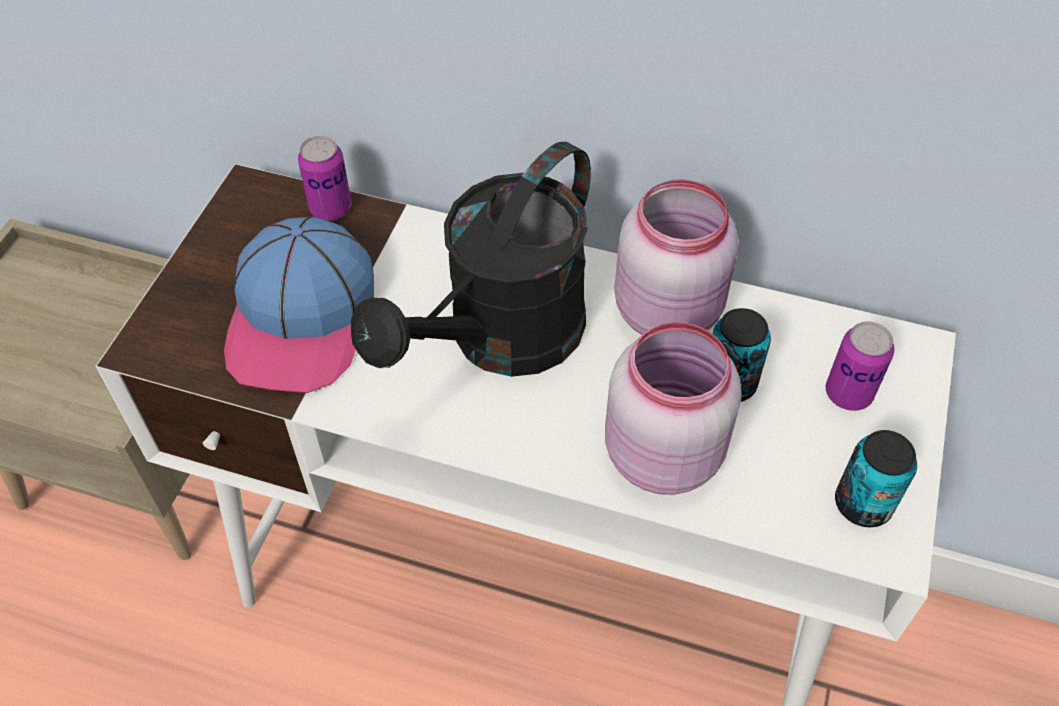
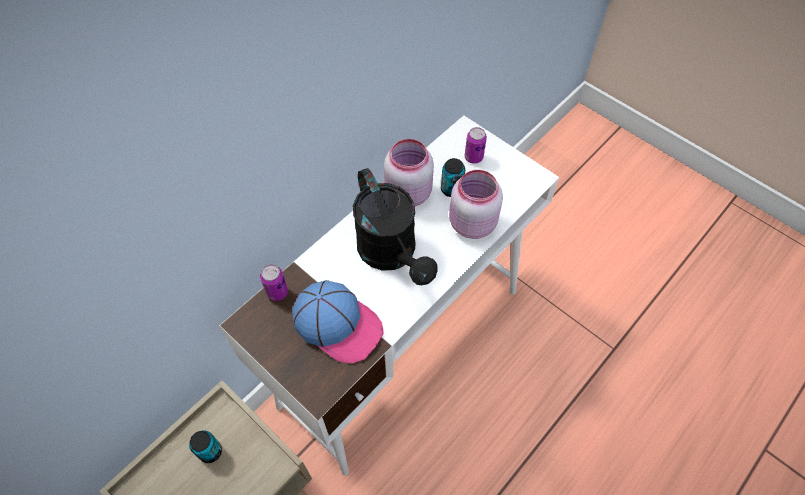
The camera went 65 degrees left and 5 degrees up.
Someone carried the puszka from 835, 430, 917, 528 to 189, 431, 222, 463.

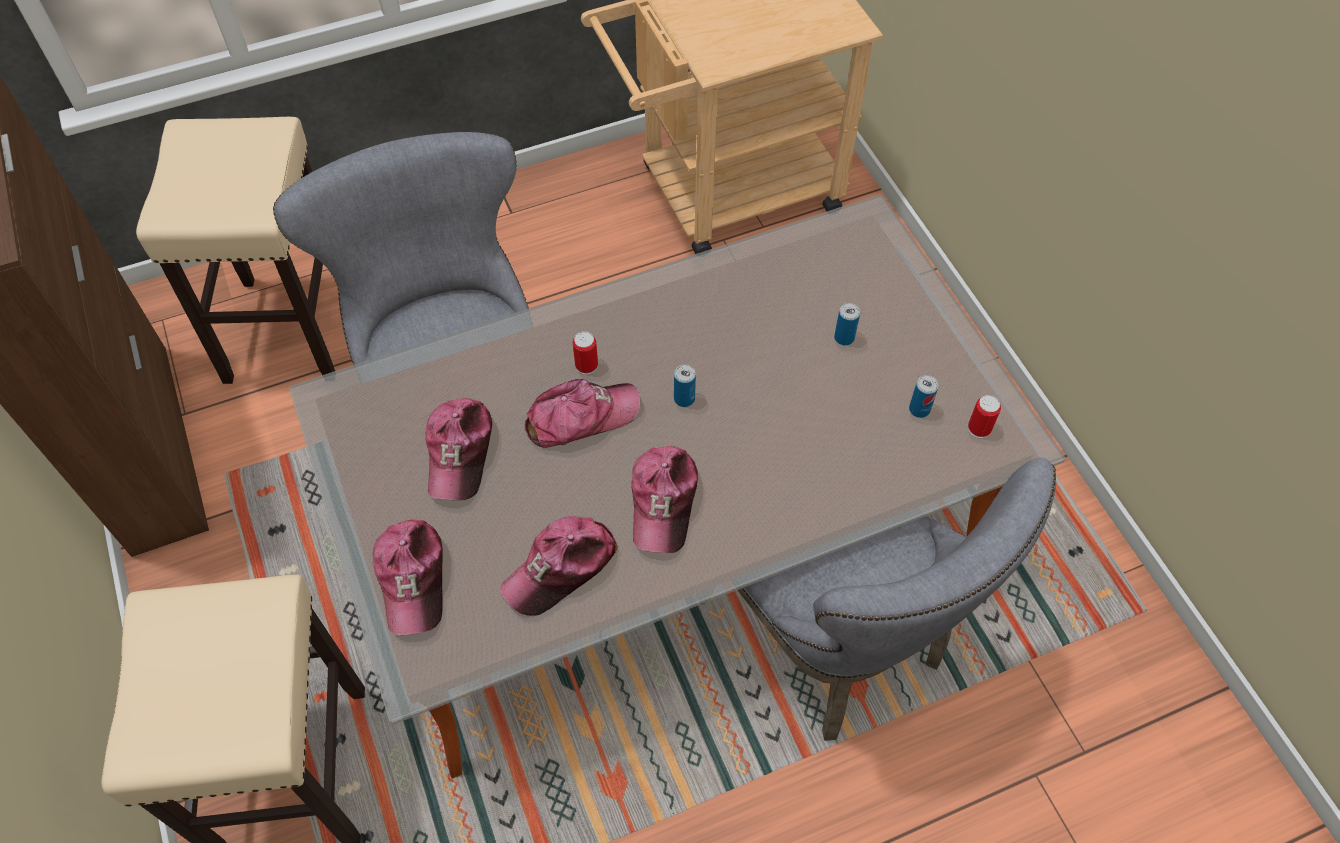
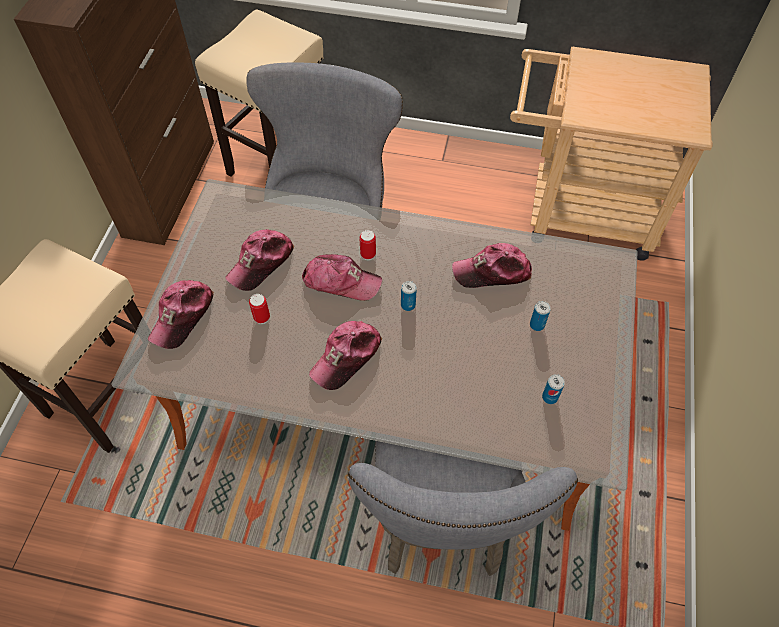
The camera went 35 degrees right and 0 degrees up.
Someone carried the czapka z daszkiem from 500, 516, 618, 616 to 452, 243, 532, 288.
Someone carried the puszka from 968, 395, 1001, 438 to 249, 294, 270, 324.

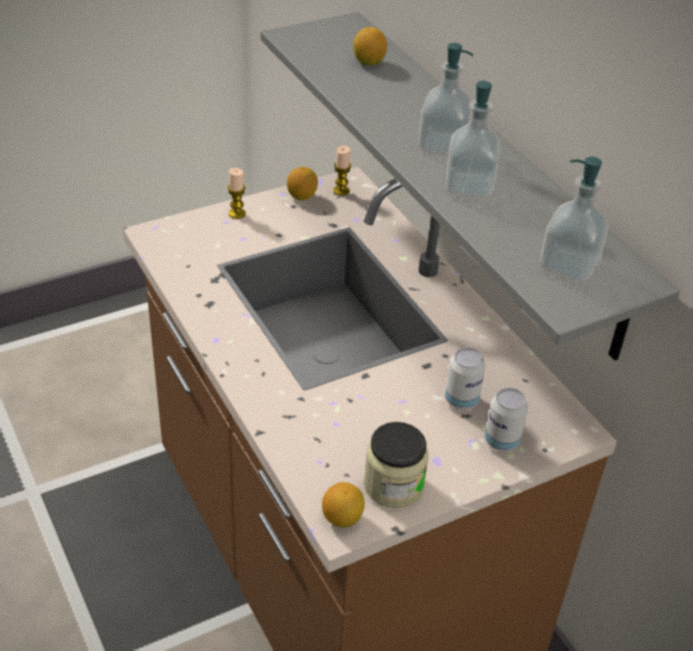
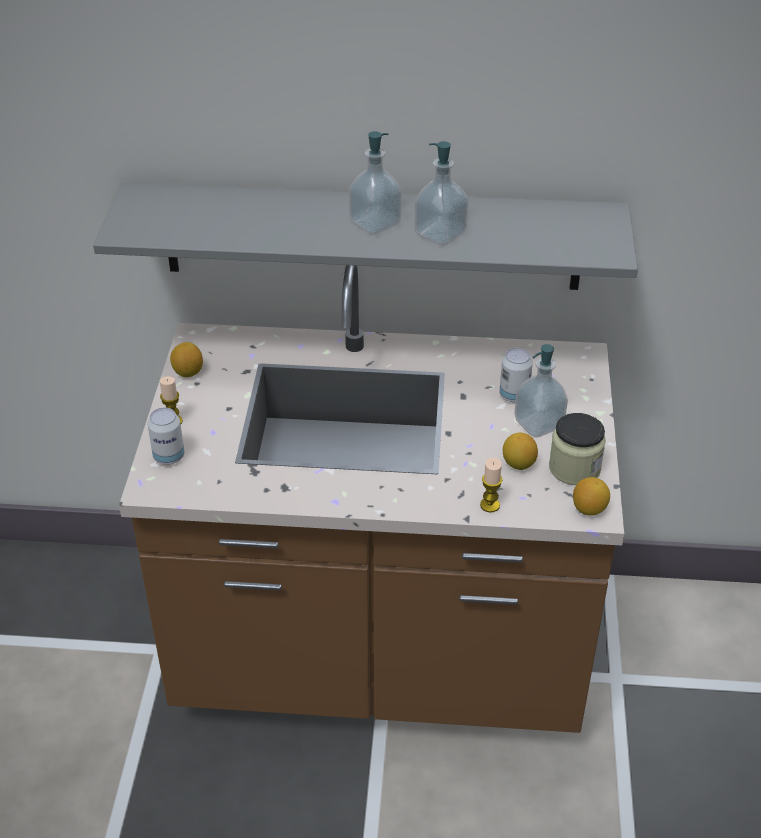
The camera went 55 degrees left and 0 degrees up.
Someone carried the świeca from 333, 146, 351, 196 to 480, 458, 502, 512.
Someone carried the cytryna from 353, 27, 387, 66 to 503, 433, 538, 470.
Someone carried the puszka from 485, 388, 528, 452 to 148, 408, 185, 465.
Someone carried the dozownik mydła from 540, 157, 609, 282 to 514, 344, 568, 437.

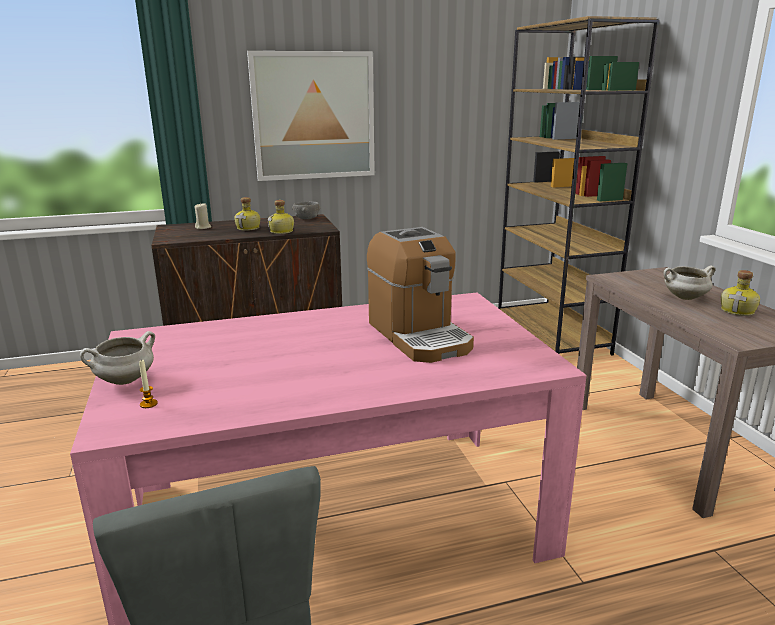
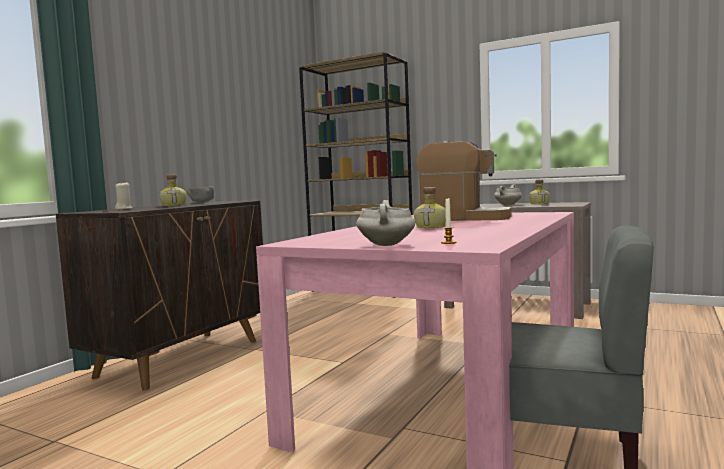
The camera went 45 degrees left and 15 degrees down.
Someone took away the obraz at 247, 51, 375, 181.
Someone carried the butelka from 268, 200, 294, 234 to 414, 187, 446, 228.

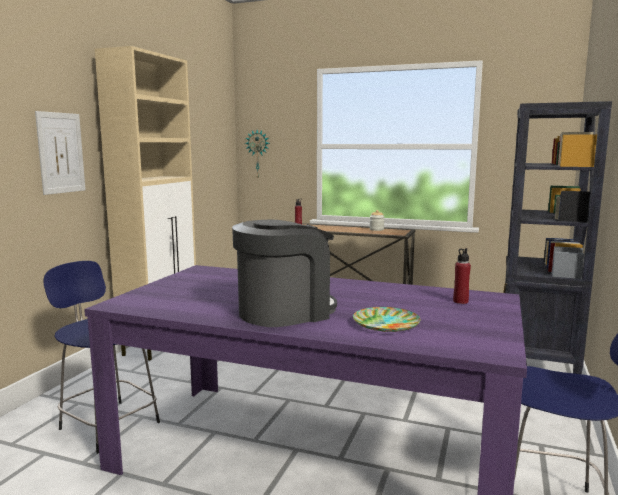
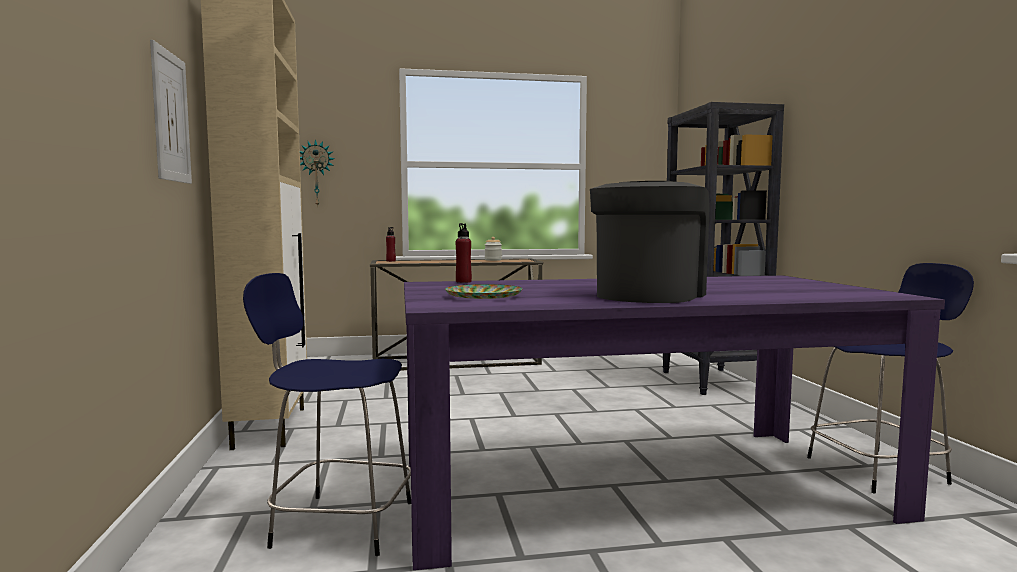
The camera went 30 degrees left and 5 degrees down.
Someone carried the talerz from 353, 307, 421, 332 to 445, 284, 522, 299.
Someone carried the butelka [czerwony] from 453, 248, 471, 304 to 455, 223, 472, 283.

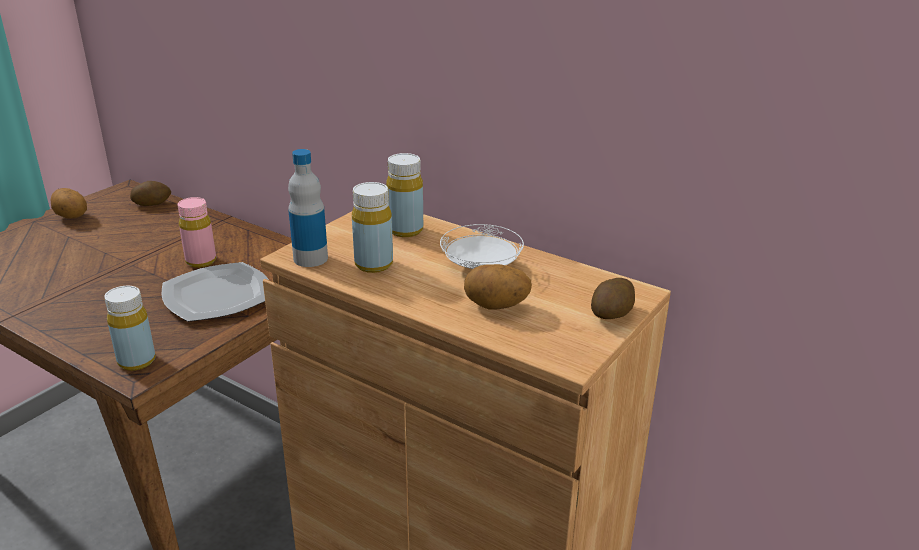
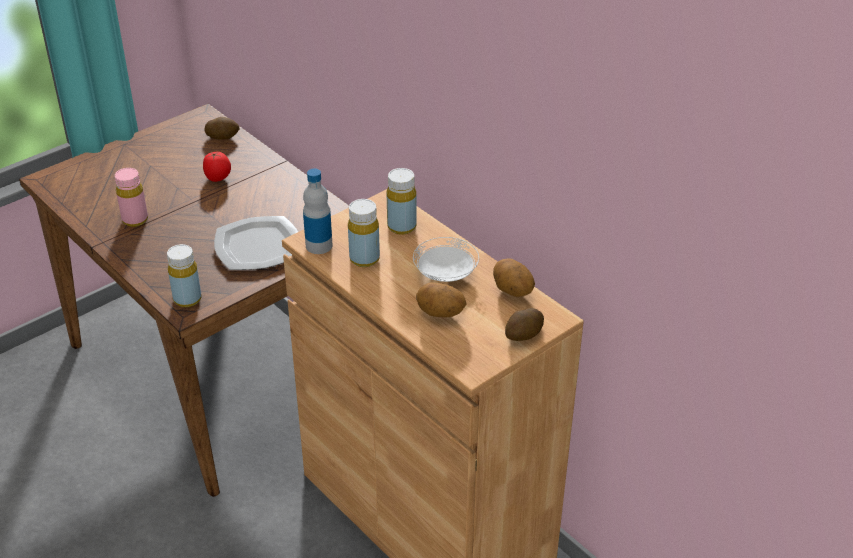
The camera went 15 degrees right and 10 degrees up.
Someone put down the pomidor at 203, 152, 231, 182.
Someone carried the ziemniak from 50, 188, 87, 219 to 493, 258, 535, 297.
Someone carried the butelka [różowy] from 177, 197, 216, 268 to 115, 168, 148, 227.

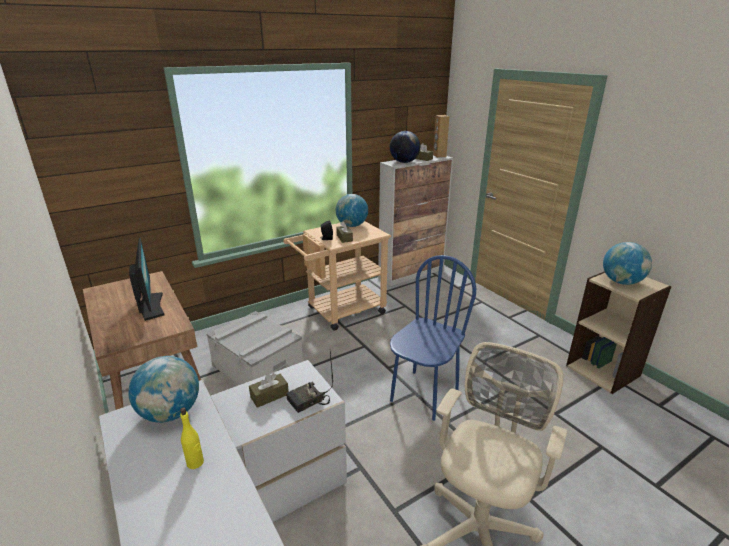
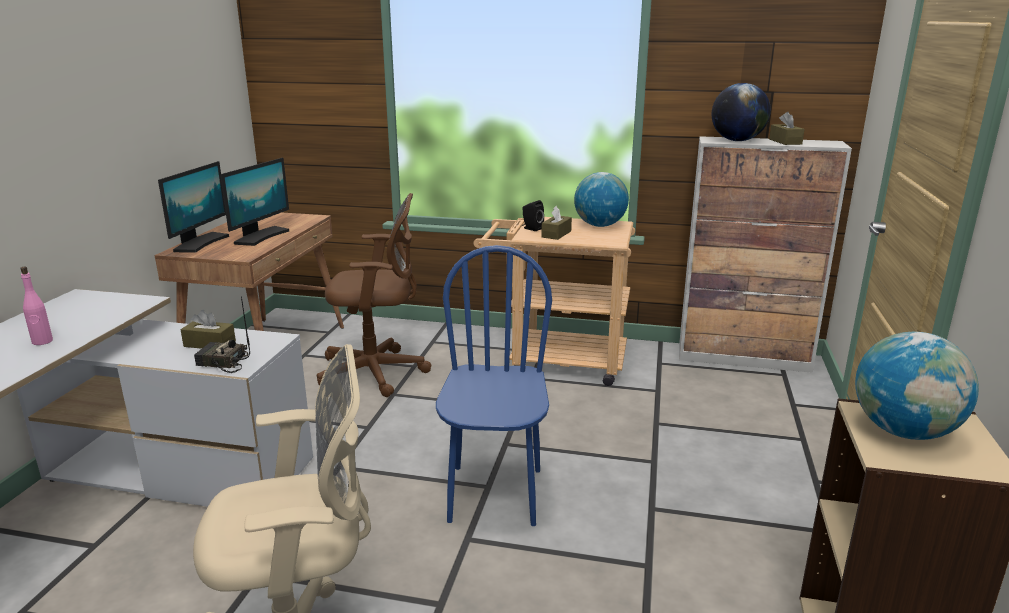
The camera went 45 degrees right and 5 degrees down.
Someone took away the globus at 128, 356, 199, 423.
Someone took away the głośnik [brązowy] at 433, 115, 449, 158.
Someone put down the monitor at 158, 161, 229, 253.
Someone swapped the pojemnik do przechowywania [szary] at 207, 311, 303, 385 for the krzesło biurowe [brązowy] at 317, 193, 431, 397.
Someone repainted the butelka [żółty] at 180, 407, 204, 469, which became the butelka [różowy] at 20, 267, 53, 345.
Someone rotated the krzesło [niebieski] at 390, 255, 476, 421 by 75 degrees counterclockwise.

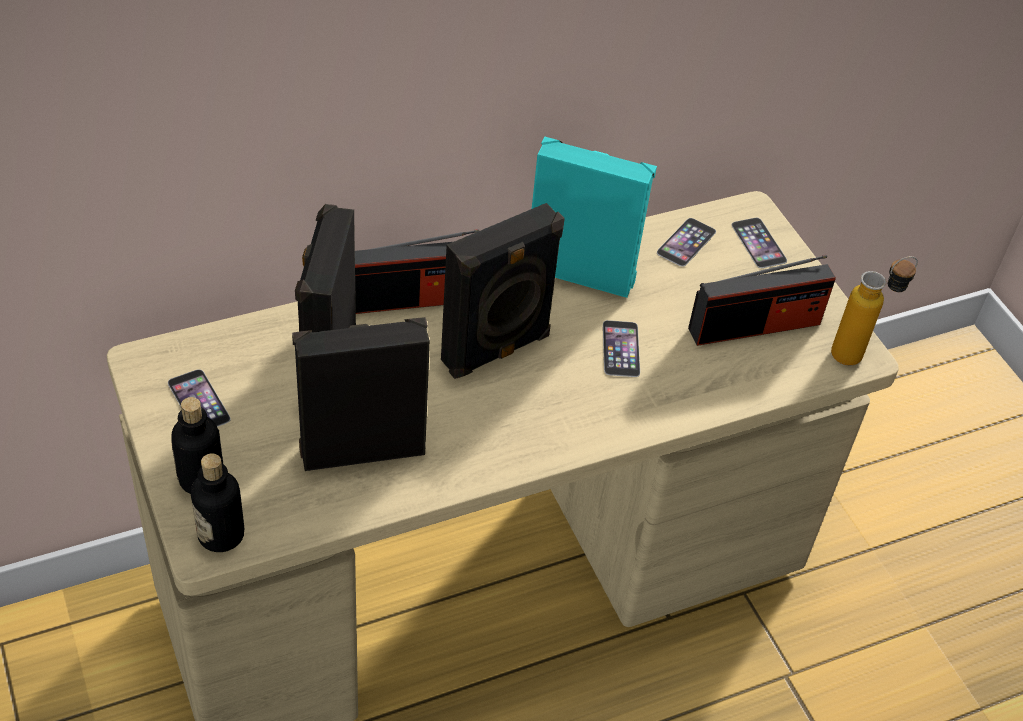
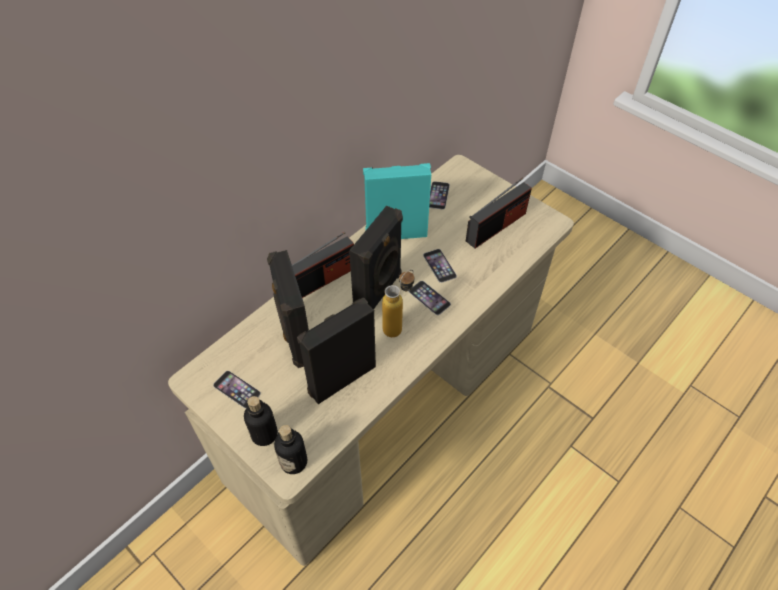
The camera went 20 degrees left and 5 degrees up.
Someone carried the telefon from 731, 218, 787, 268 to 409, 281, 451, 315.
Someone carried the butelka from 831, 256, 918, 365 to 382, 270, 414, 337.

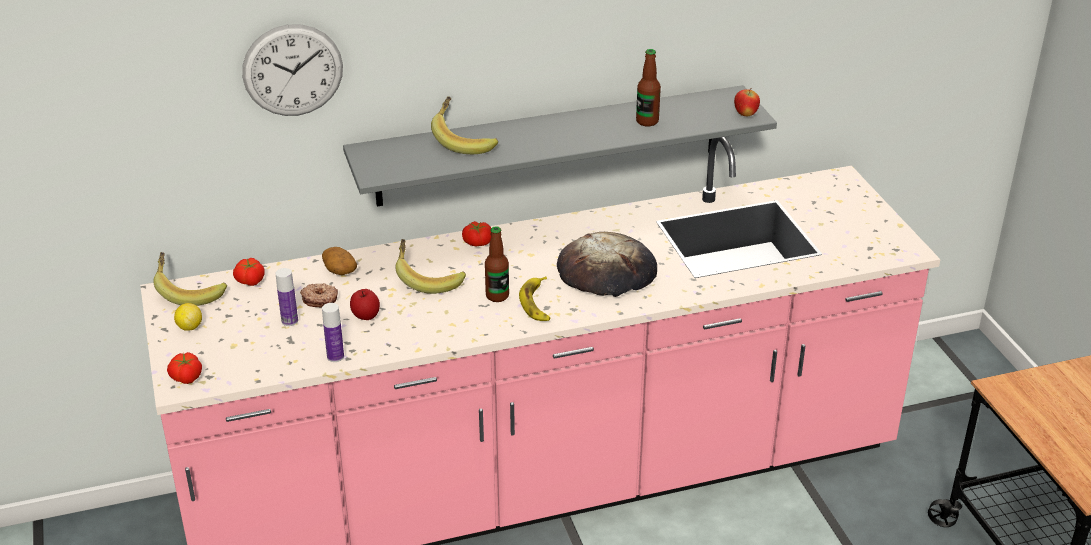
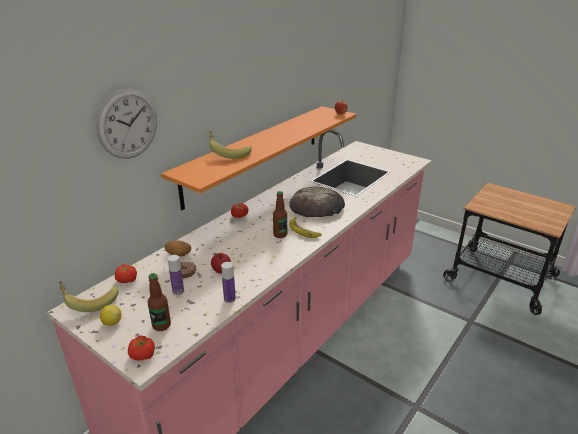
The camera went 35 degrees left and 5 degrees down.
Someone took away the banan at 395, 239, 466, 294.
Someone carried the butelka from 636, 49, 661, 126 to 148, 273, 171, 331.
Someone repainted the półka [szary] at 343, 85, 777, 207, which became the półka [pomarańczowy] at 161, 106, 356, 210.

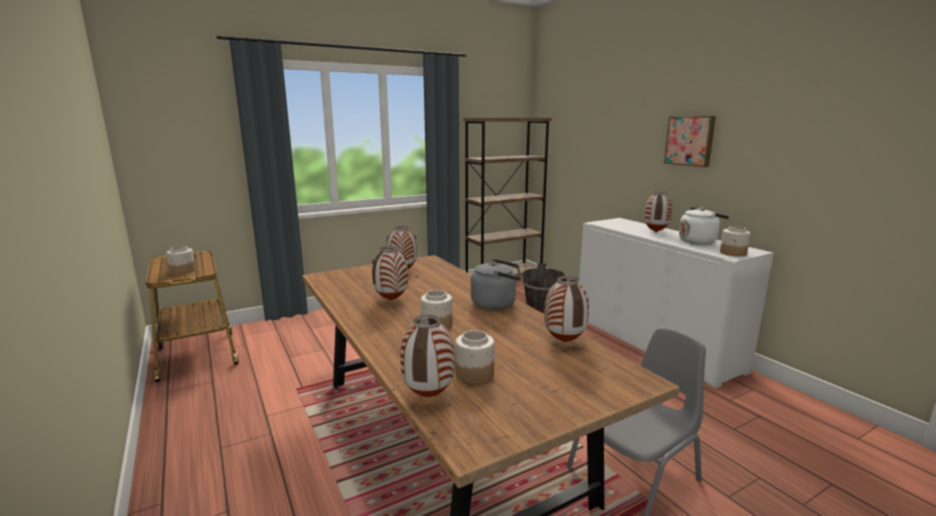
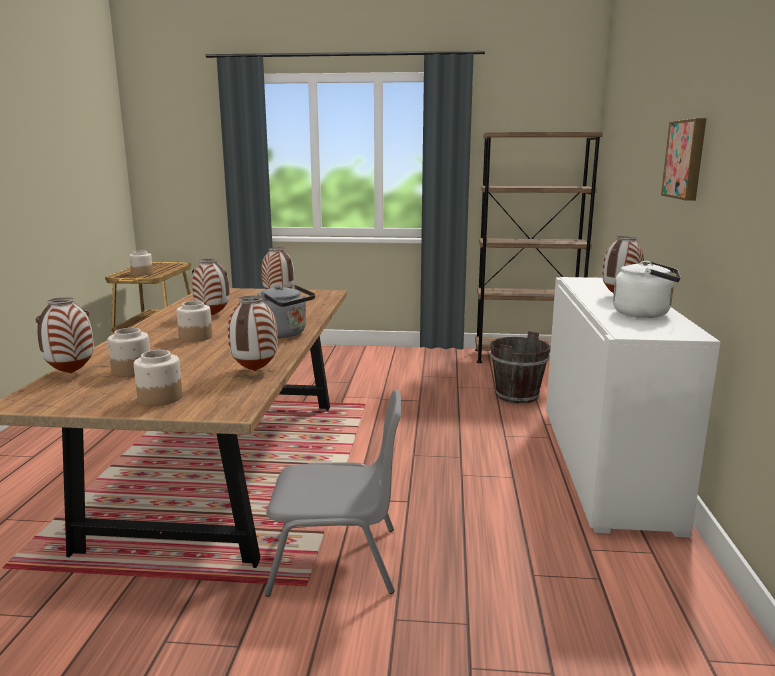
The camera went 35 degrees right and 0 degrees up.
Someone carried the słoik from 720, 226, 750, 257 to 134, 350, 183, 406.

